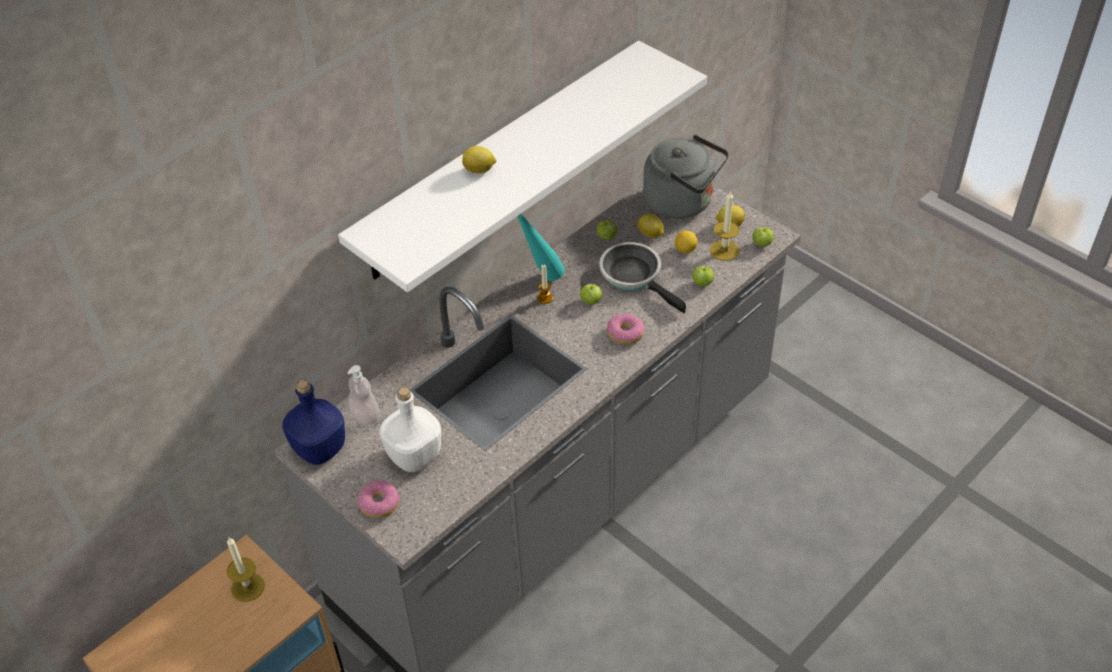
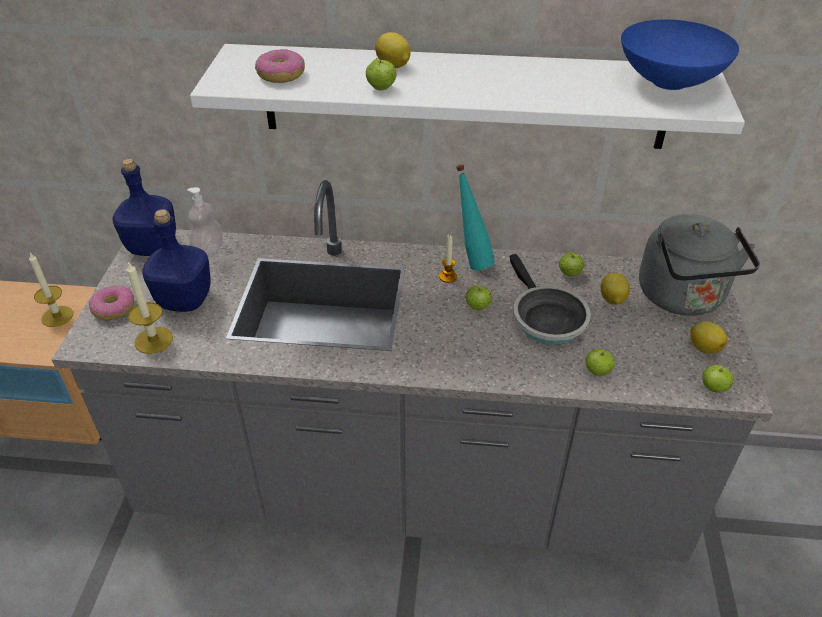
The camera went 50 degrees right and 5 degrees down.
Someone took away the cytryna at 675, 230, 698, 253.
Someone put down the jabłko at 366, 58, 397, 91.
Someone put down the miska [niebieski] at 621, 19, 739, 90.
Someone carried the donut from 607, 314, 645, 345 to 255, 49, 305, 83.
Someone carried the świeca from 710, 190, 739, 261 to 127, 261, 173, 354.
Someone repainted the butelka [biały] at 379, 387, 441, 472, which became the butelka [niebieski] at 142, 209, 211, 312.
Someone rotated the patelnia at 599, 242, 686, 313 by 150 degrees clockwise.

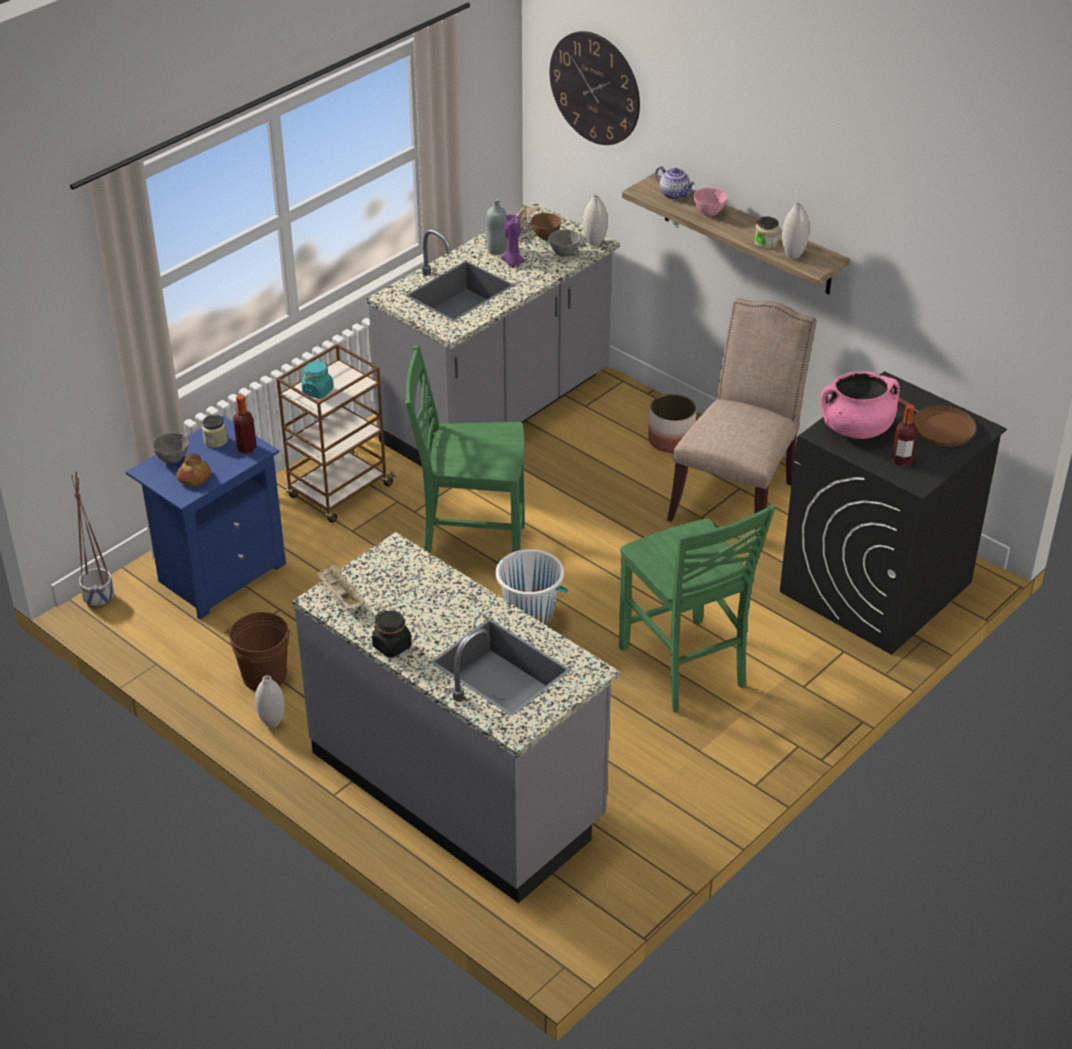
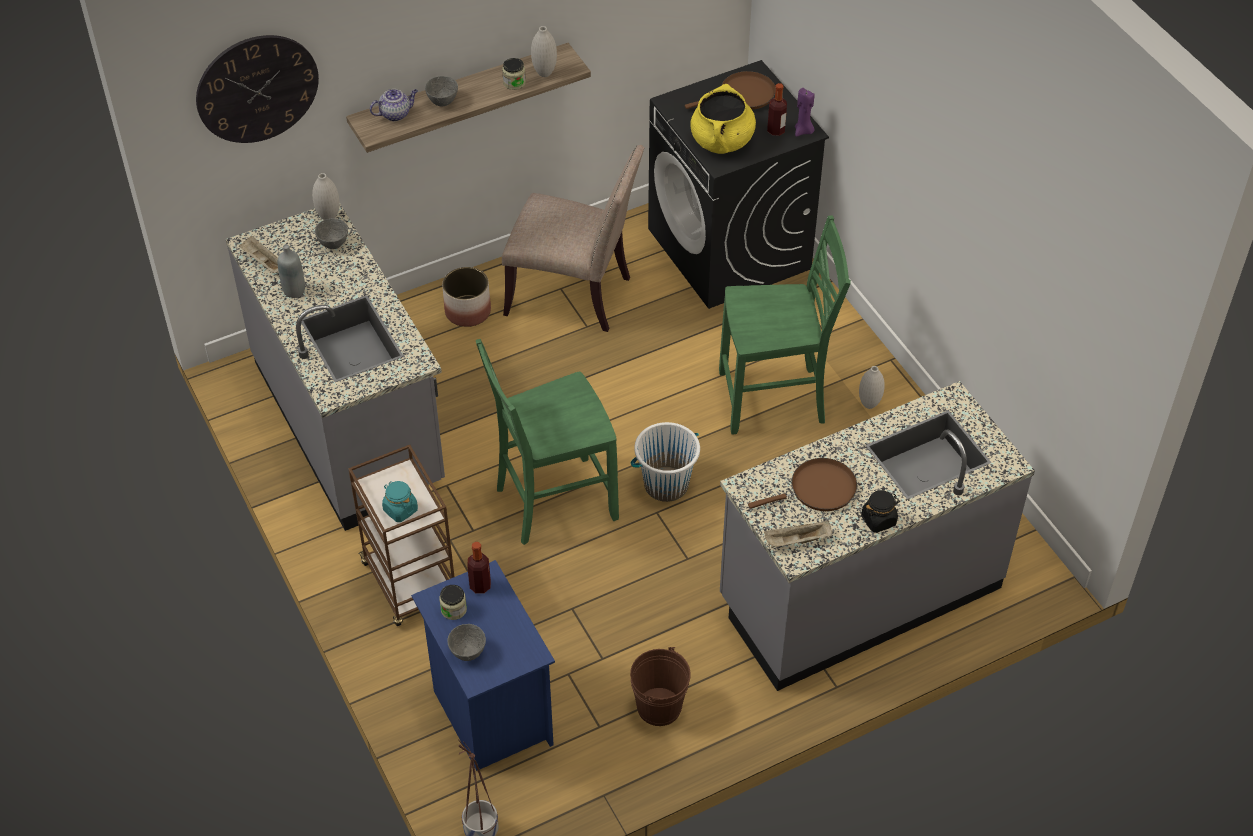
The camera went 70 degrees left and 10 degrees up.
Someone took away the chleb at 176, 453, 211, 486.
Someone took away the miska [brązowy] at 531, 213, 561, 240.
Someone put down the patelnia [brązowy] at 748, 458, 857, 511.
Someone carried the wazon [biały] from 255, 675, 285, 727 to 859, 366, 885, 409.
Someone carried the świeca [fioletowy] from 501, 215, 525, 267 to 795, 88, 815, 137.
Someone repainted the miska [różowy] at 694, 188, 728, 216, which became the miska [szary] at 425, 76, 458, 107.
Someone repainted the garnek [różowy] at 820, 371, 900, 439, which became the garnek [żółty] at 690, 84, 756, 154.
Someone rotated the krzesło [zielony] at 405, 345, 525, 553 by 45 degrees clockwise.
Someone rotated the krzesło [beżowy] at 667, 298, 817, 548 by 150 degrees clockwise.

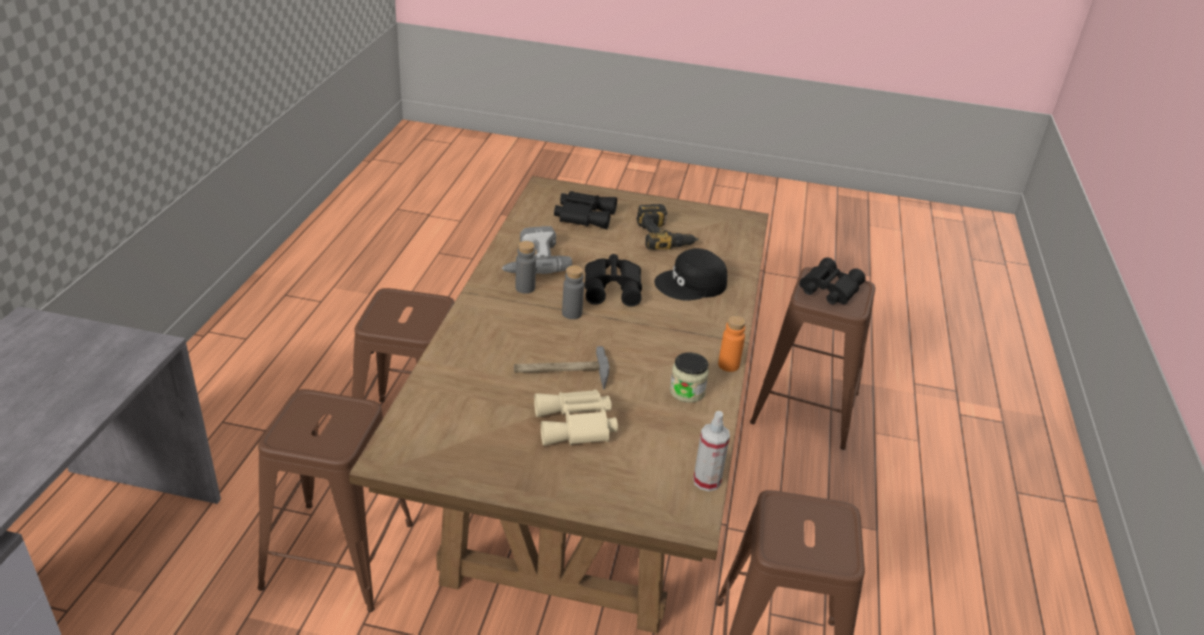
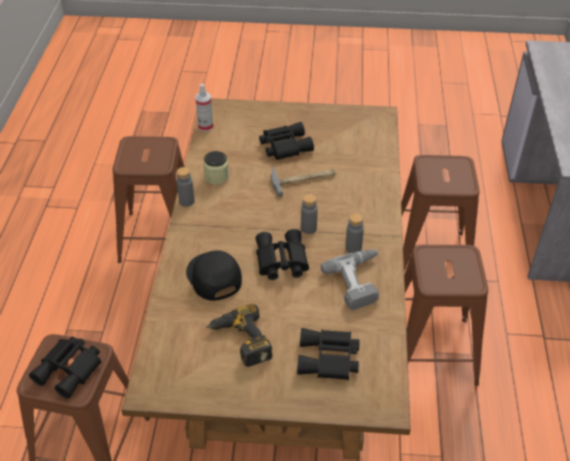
The camera went 175 degrees right and 10 degrees up.
Someone repainted the lornetka [beżowy] at 534, 389, 618, 446, which became the lornetka [czarny] at 259, 122, 314, 160.
Someone repainted the butelka [pomarańczowy] at 718, 316, 746, 372, which became the butelka [szary] at 177, 167, 195, 207.
Someone rotated the czapka z daszkiem [czarny] at 654, 248, 727, 301 by 90 degrees counterclockwise.

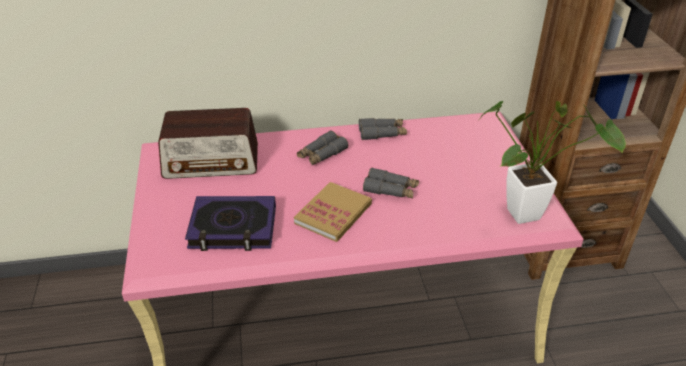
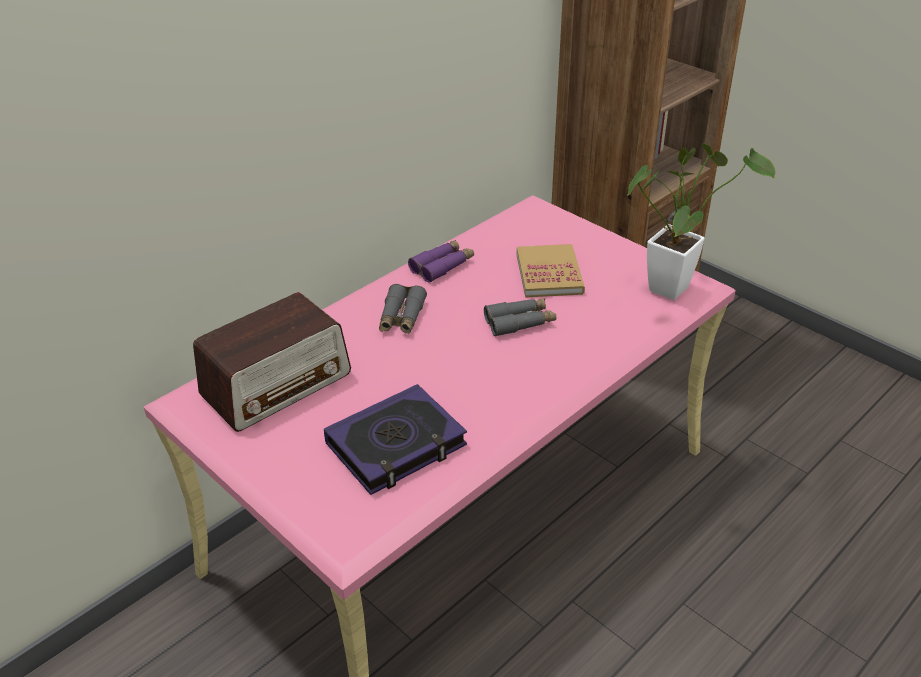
The camera went 35 degrees left and 0 degrees up.
Someone carried the książka from 294, 182, 372, 242 to 516, 244, 585, 298.
Someone repainted the lornetka [szary] at 359, 118, 407, 140, which became the lornetka [fioletowy] at 408, 240, 474, 283.

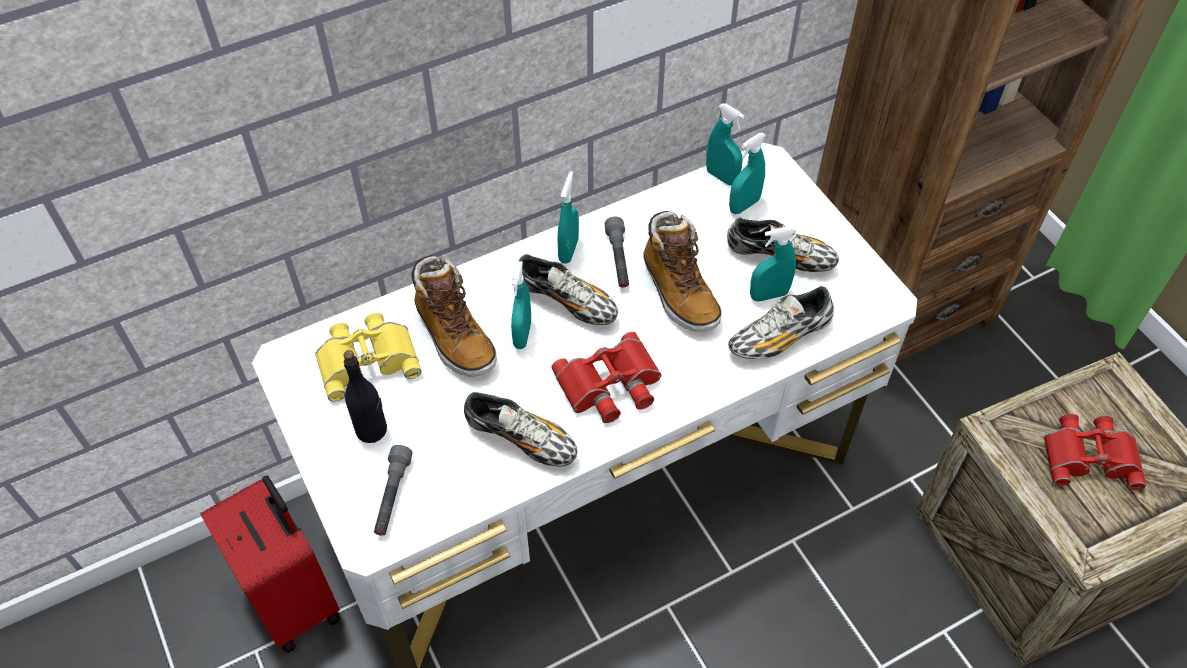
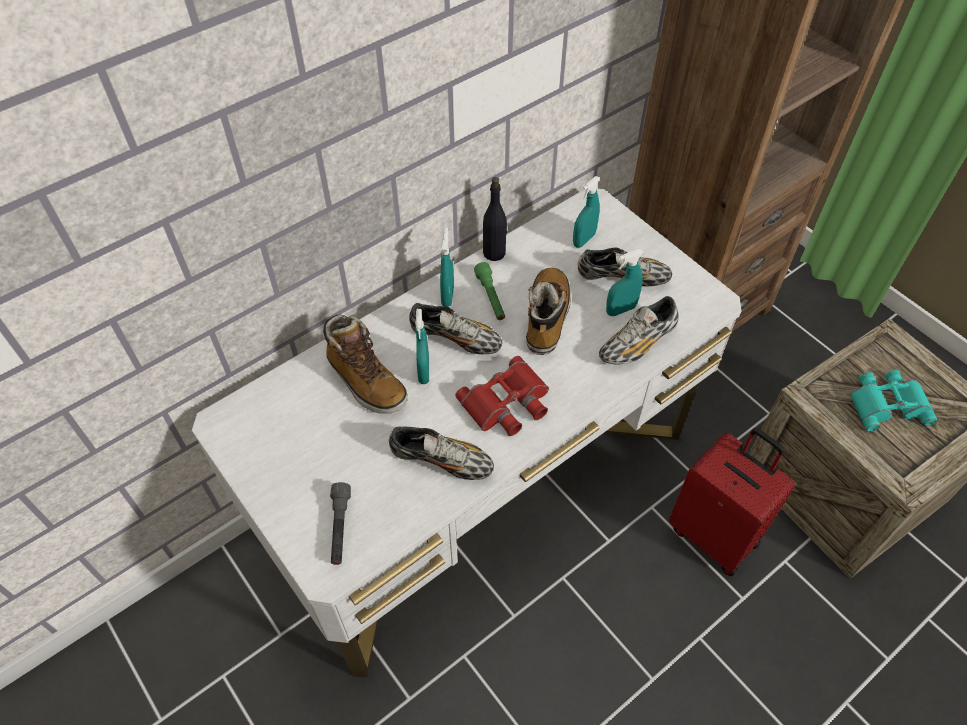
The camera went 10 degrees left and 0 degrees up.
Someone took away the lornetka [żółty] at 315, 313, 422, 401.
Someone took away the spryskiwacz [turkusowy] at 706, 103, 745, 186.
Someone carried the walizka [czerwony] from 200, 476, 341, 653 to 669, 428, 795, 576.
Someone carried the butelka [czarny] from 343, 350, 387, 443 to 483, 177, 507, 261.
Someone repainted the latarka [szary] at 605, 216, 629, 288, which became the latarka [zielony] at 474, 262, 505, 320.
Someone repainted the lornetka [czerwony] at 1044, 414, 1146, 491, which became the lornetka [turkusowy] at 850, 370, 938, 432.
Someone rotated the but z cholewką at 643, 211, 722, 332 by 135 degrees counterclockwise.

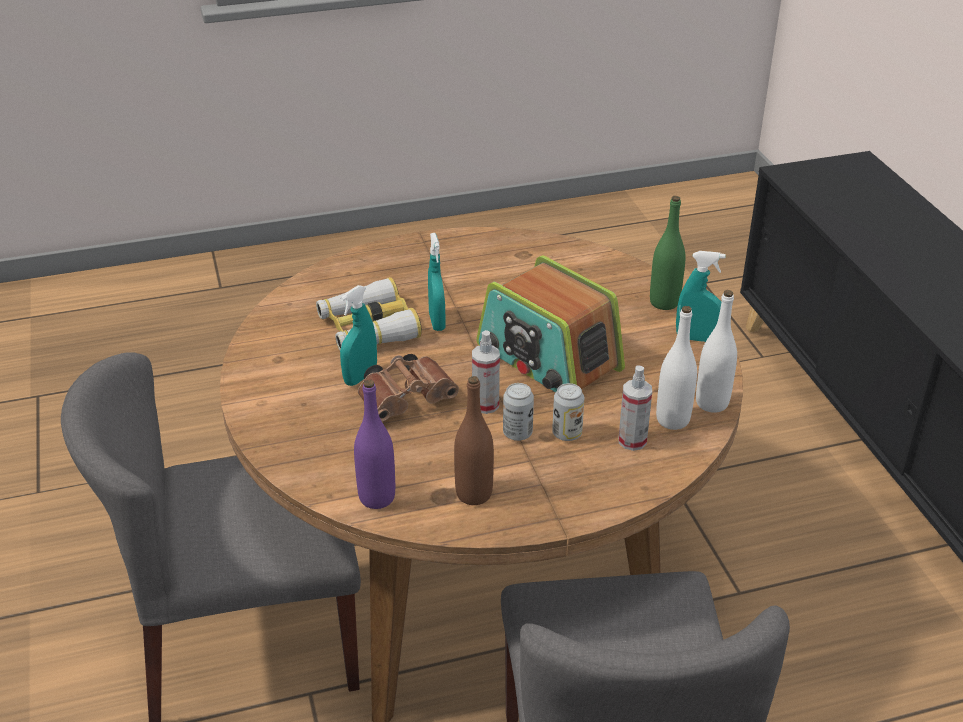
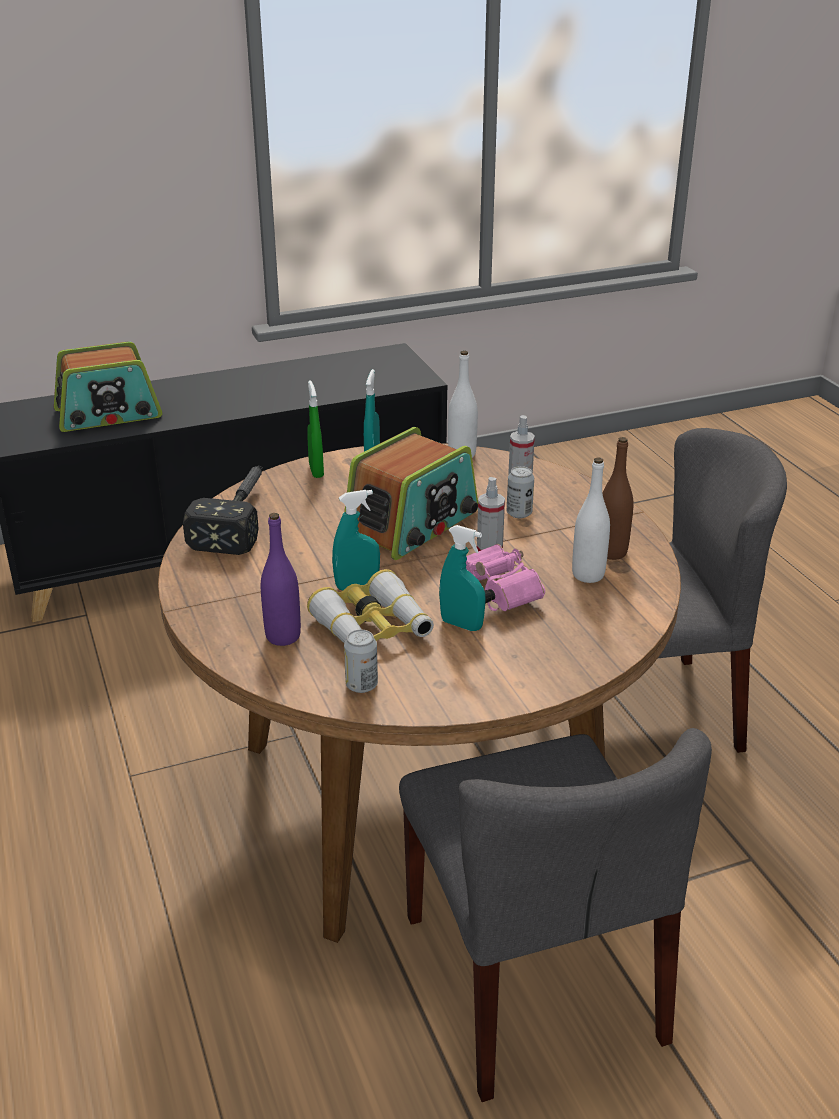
The camera went 95 degrees left and 5 degrees down.
Someone put down the radio at 54, 341, 162, 432.
Someone put down the młotek at 183, 466, 263, 555.
Someone carried the butelka [fioletowy] from 354, 380, 395, 509 to 261, 513, 301, 646.
Someone carried the puszka from 503, 383, 534, 441 to 344, 630, 378, 693.
Someone carried the butelka [biały] from 656, 306, 697, 430 to 572, 457, 610, 583.
Someone swapped the butelka [zielony] at 650, 196, 685, 310 for the spryskiwacz [zielony] at 307, 380, 324, 478.
Someone repainted the lornetka [brązowy] at 358, 354, 459, 421, which became the lornetka [różowy] at 466, 544, 545, 611.

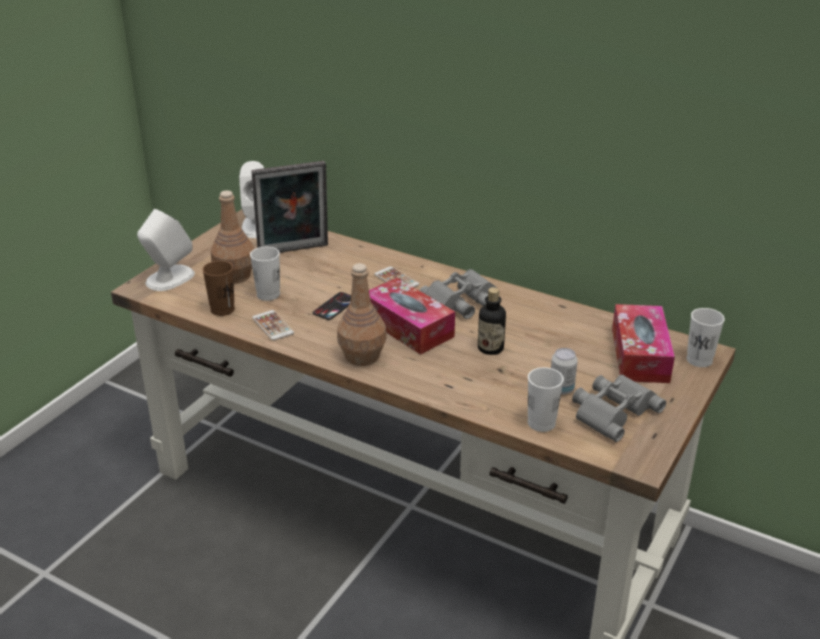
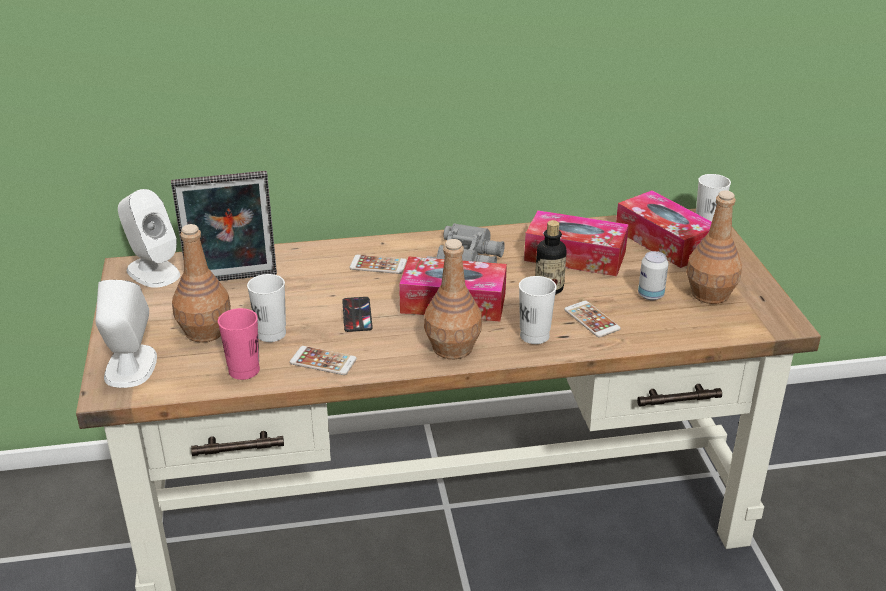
The camera went 40 degrees left and 0 degrees up.
Someone put down the pudełko chusteczek at 524, 210, 629, 276.
Someone put down the telefon at 564, 301, 621, 338.
Someone carried the filiżanka [biały] from 528, 367, 564, 432 to 519, 276, 557, 344.
Someone swapped the lornetka [szary] at 572, 374, 666, 442 for the butelka [brązowy] at 686, 190, 742, 304.
Someone repainted the filiżanka [brązowy] at 202, 261, 235, 316, which became the filiżanka [różowy] at 218, 308, 260, 380.
Someone rotated the ramka na zdjęcie at 251, 161, 328, 253 by 45 degrees clockwise.

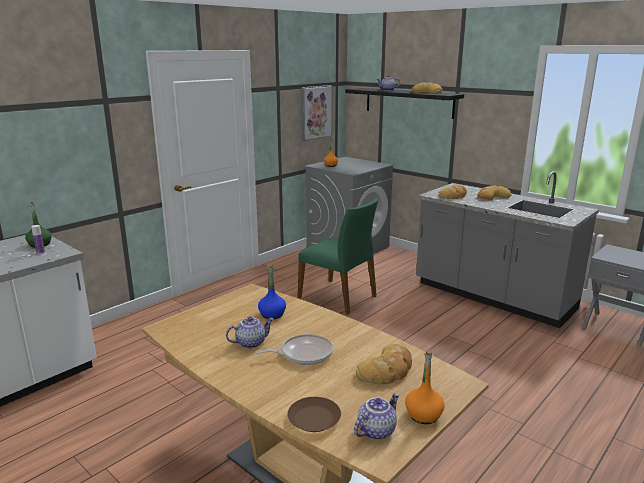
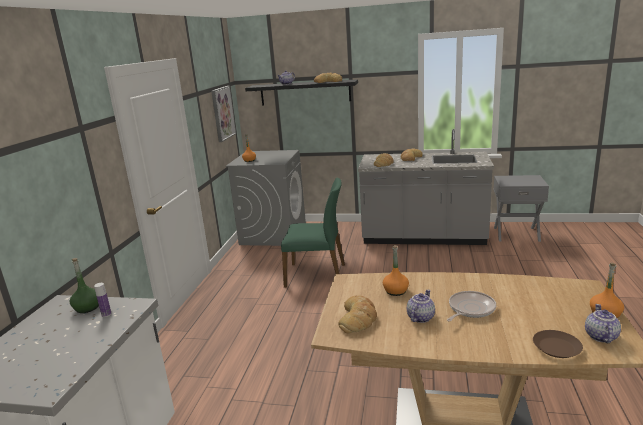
The camera went 30 degrees left and 0 degrees up.
Someone carried the chleb from 356, 344, 412, 384 to 338, 295, 377, 333.
Someone repainted the butelka [niebieski] at 258, 265, 286, 319, which became the butelka [pomarańczowy] at 383, 245, 409, 296.

